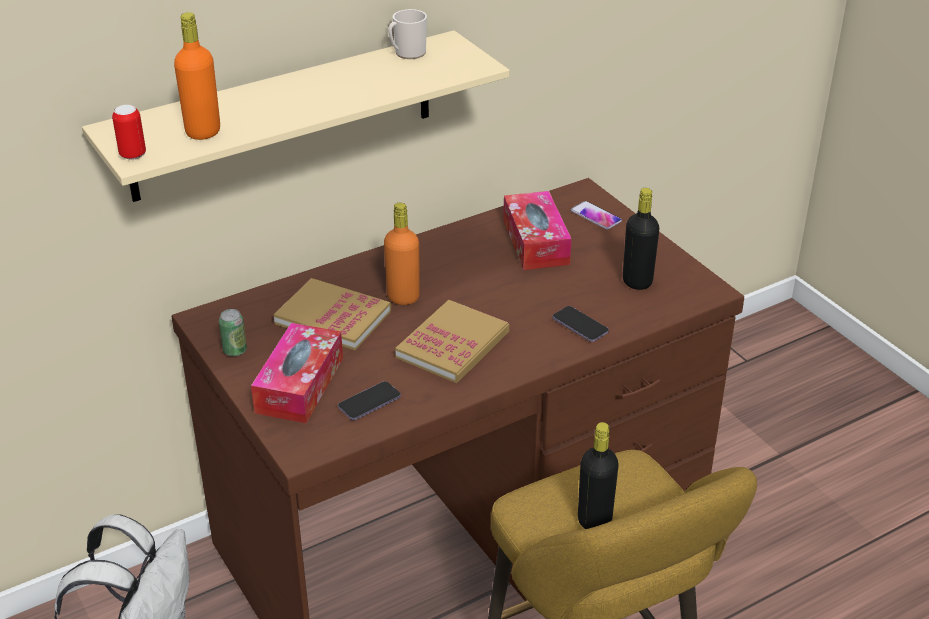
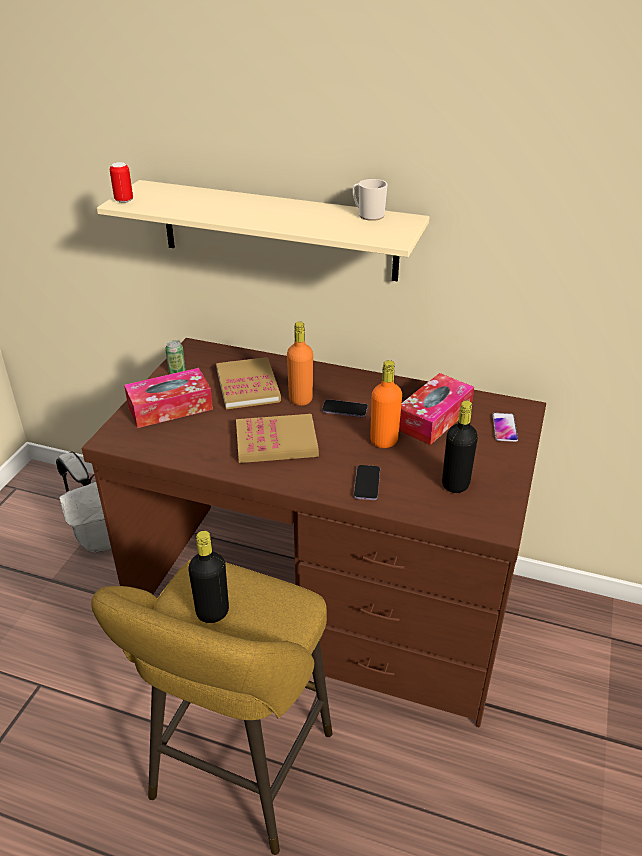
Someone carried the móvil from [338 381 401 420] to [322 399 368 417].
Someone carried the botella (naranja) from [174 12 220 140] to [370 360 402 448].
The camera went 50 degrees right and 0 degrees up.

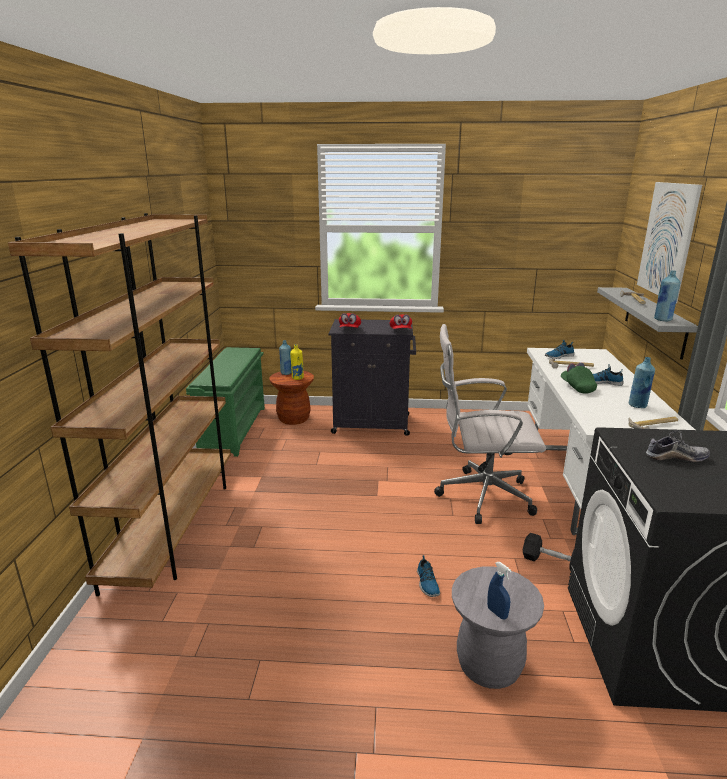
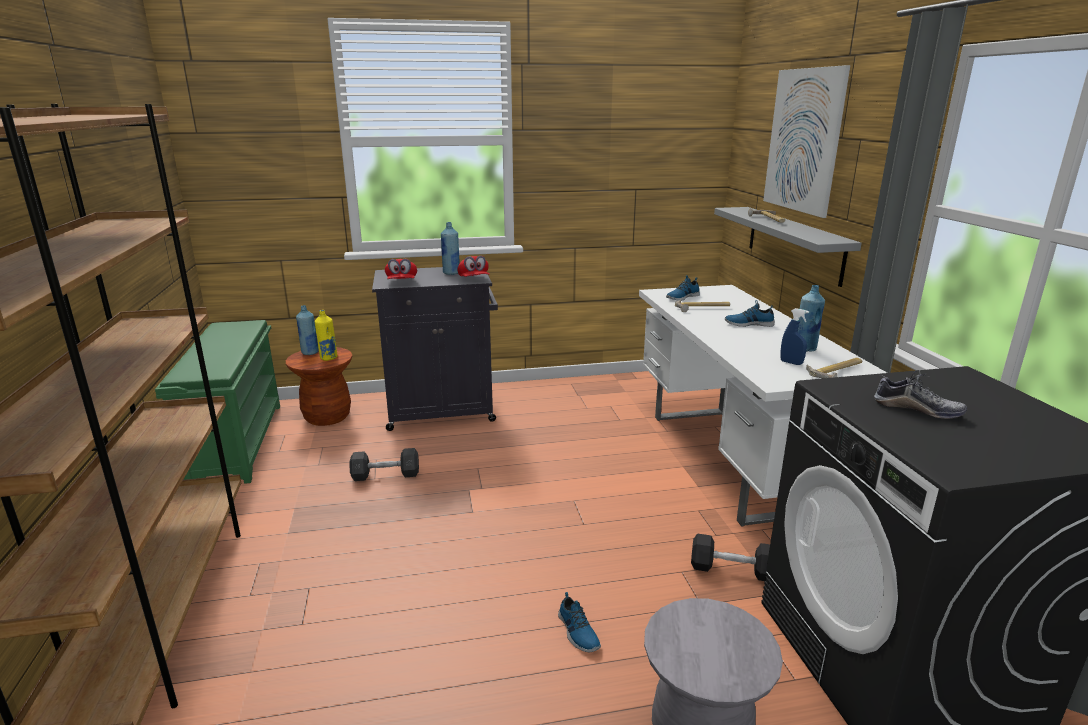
Someone put down the mancuerna (gris) at [349 448 419 481].
Someone carried the botella (azul) from [654 270 680 322] to [441 222 460 275].
Someone carried the pulverizador (azul) from [487 562 512 619] to [780 308 809 365].
Someone rotated the zapato at [646 430 710 462] by 45 degrees clockwise.
Someone took away the silla de oficina (blanco) at [434 324 546 524].
Someone took away the gorra (verde) at [561 362 597 394].
The camera went 15 degrees left and 0 degrees up.

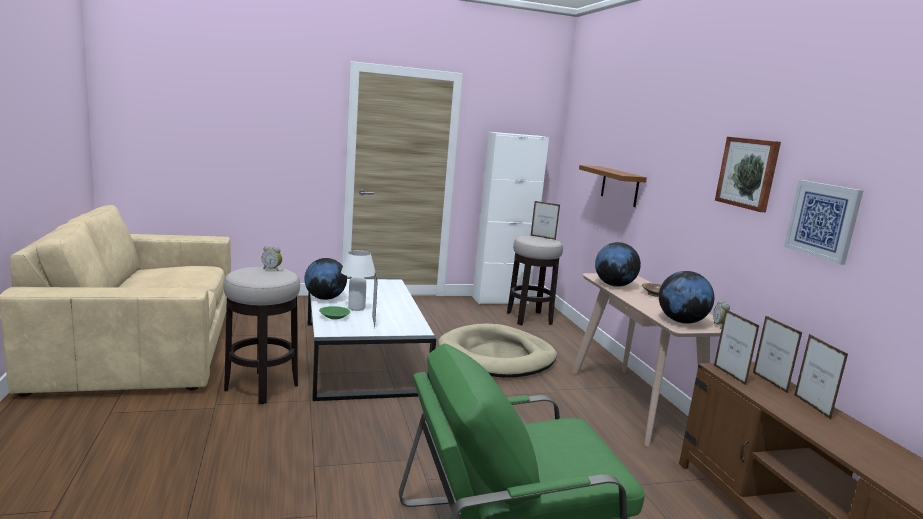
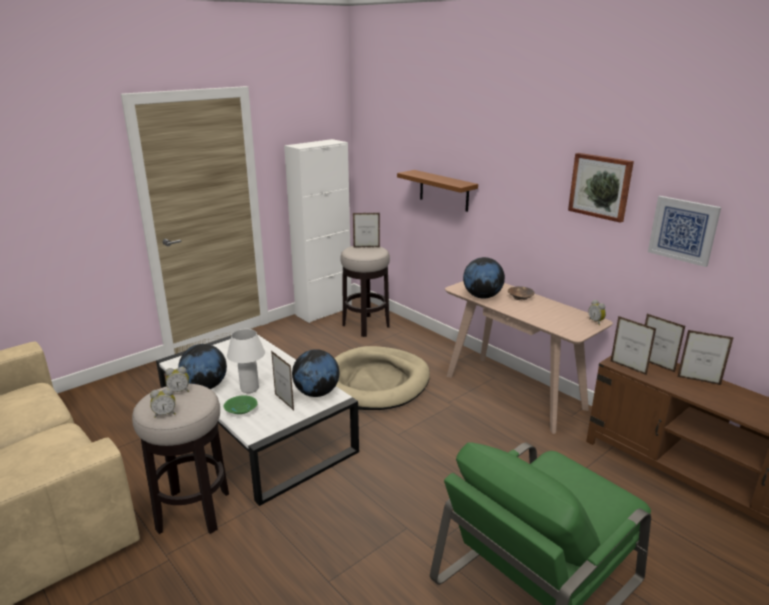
Someone put down the despertador at [150 388 175 418].
Someone carried the globo terráqueo from [659 271 714 324] to [292 349 339 397].
Someone rotated the portarretratos at [794 334 848 419] by 150 degrees clockwise.
The camera went 25 degrees left and 10 degrees up.

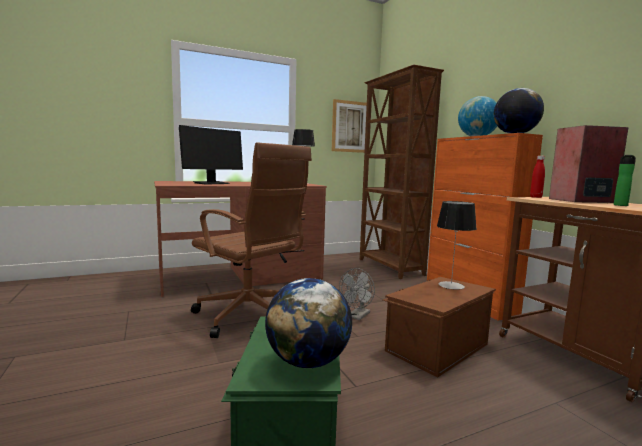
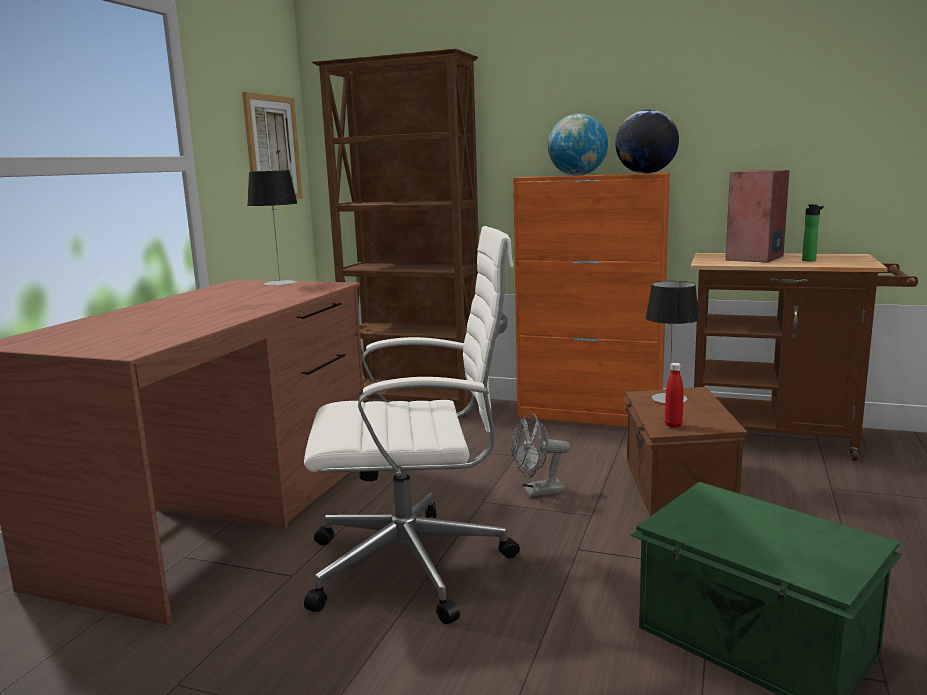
Someone repainted the silla de oficina (marrón) at [191 142 312 338], which became the silla de oficina (blanco) at [304 226 520 624].
Someone rotated the ventilador (gris) at [339 268 375 320] by 90 degrees clockwise.
Someone carried the botella (rojo) from [530 156 545 198] to [665 363 684 428].
Someone took away the monitor at [179 125 243 185].
Someone took away the globo terráqueo at [265 278 352 368].
The camera went 45 degrees left and 5 degrees up.

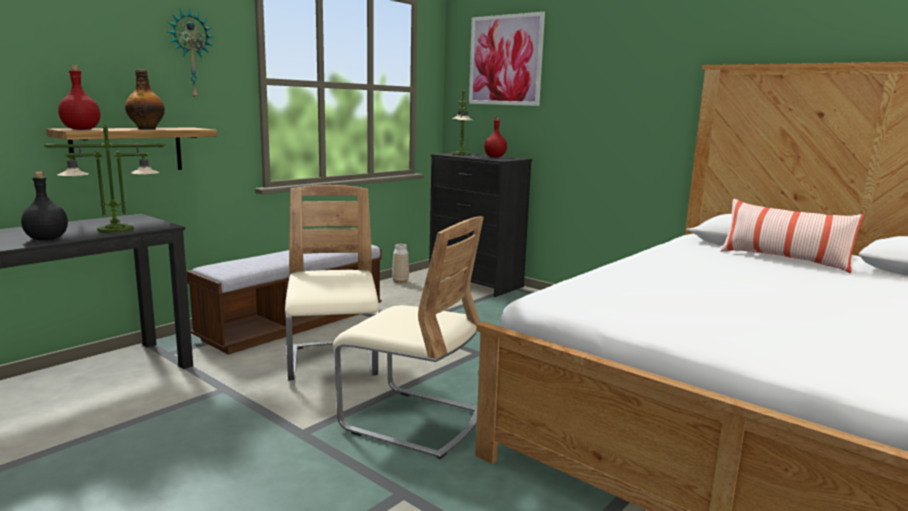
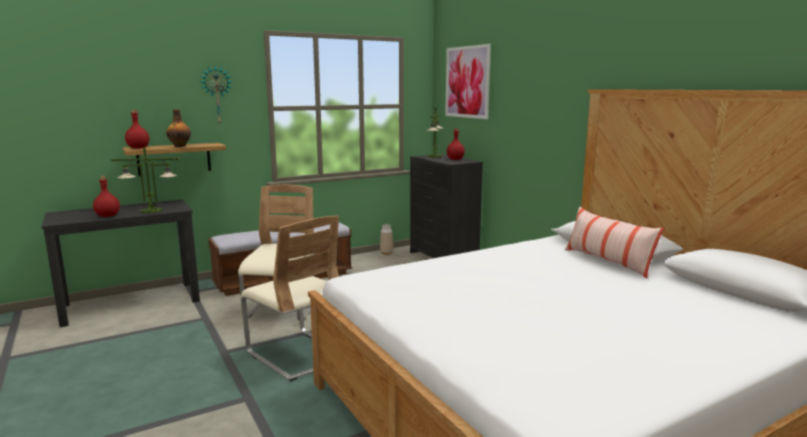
Someone repainted the botella (negro) at [21 172 68 240], which became the botella (rojo) at [93 176 120 217].
The camera went 20 degrees right and 0 degrees up.

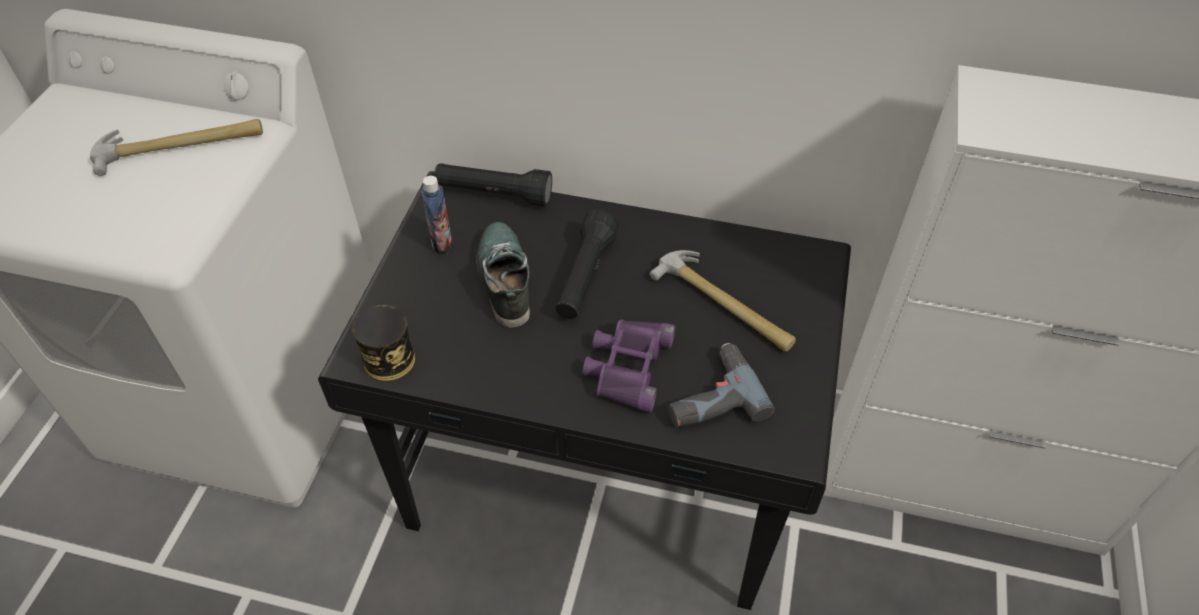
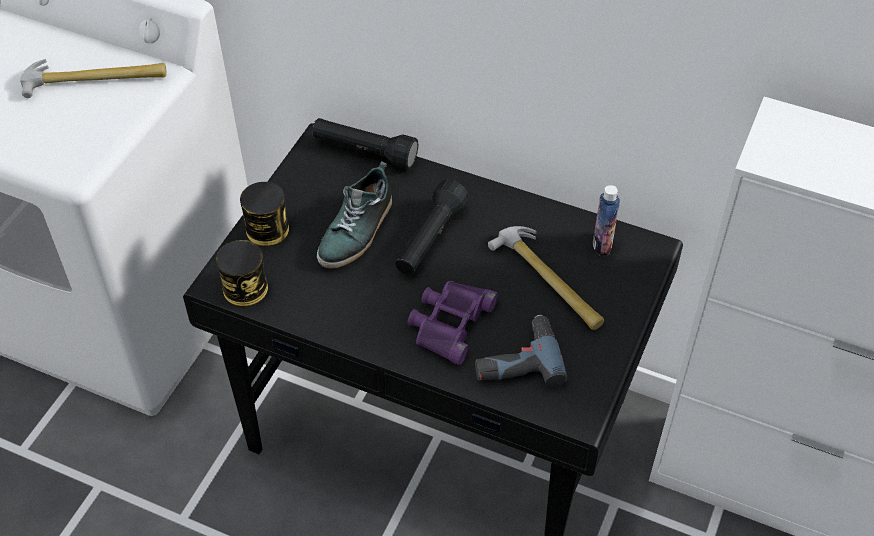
Someone put down the lata at [240 182 289 246].
Someone rotated the zapato at [476 222 530 328] by 150 degrees counterclockwise.
Someone carried the botella from [422 176 452 254] to [593 185 620 255].
The camera went 10 degrees right and 0 degrees up.

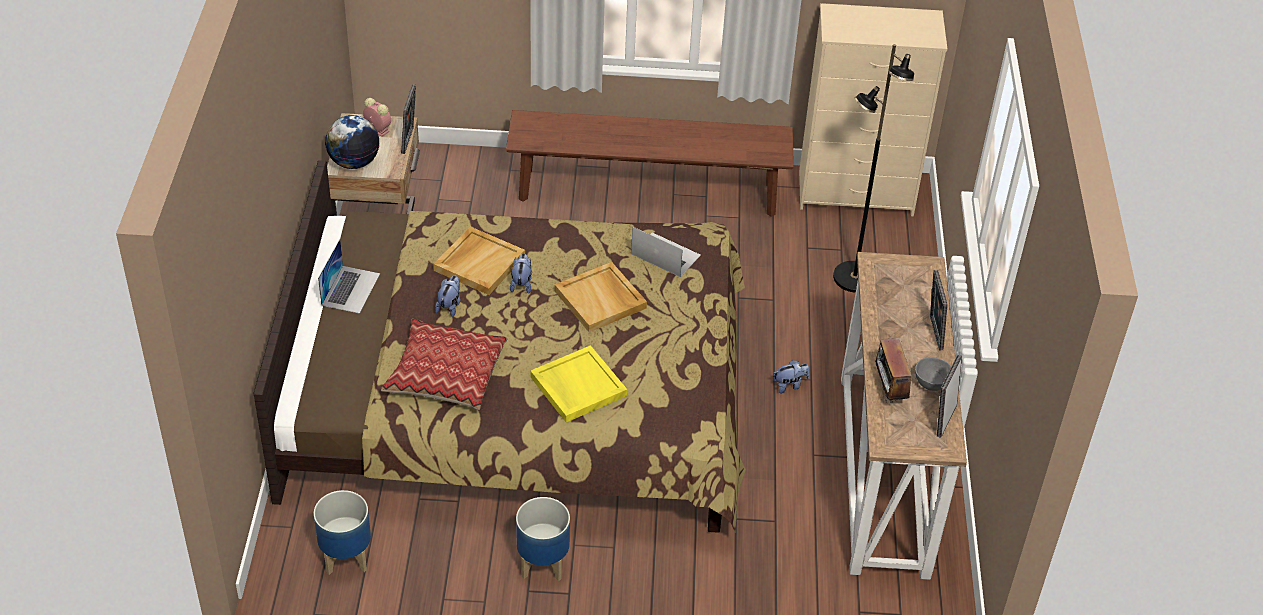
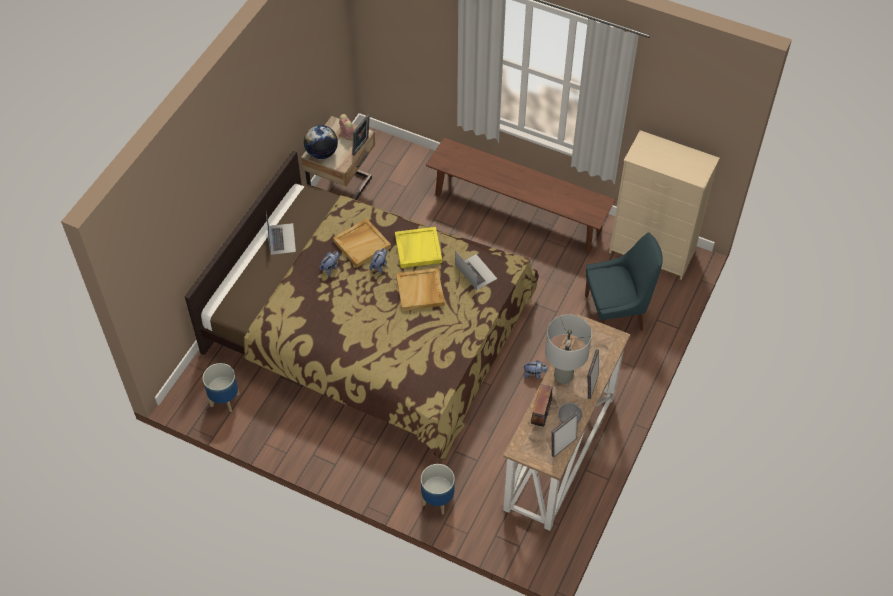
Someone rotated the portátil at [318 239 380 314] by 45 degrees counterclockwise.
Someone carried the bandeja (amarillo) from [530 345 627 423] to [395 227 442 268].
Someone carried the maceta from [516 497 570 581] to [421 464 455 515].
Someone put down the lámpara de mesa (gris) at [545 314 592 384].
Someone swapped the lámpara de pie (negro) at [833 44 914 293] for the silla (azul) at [585 233 662 331].
Someone took away the cojín at [381 319 508 410].
The camera went 25 degrees right and 10 degrees up.

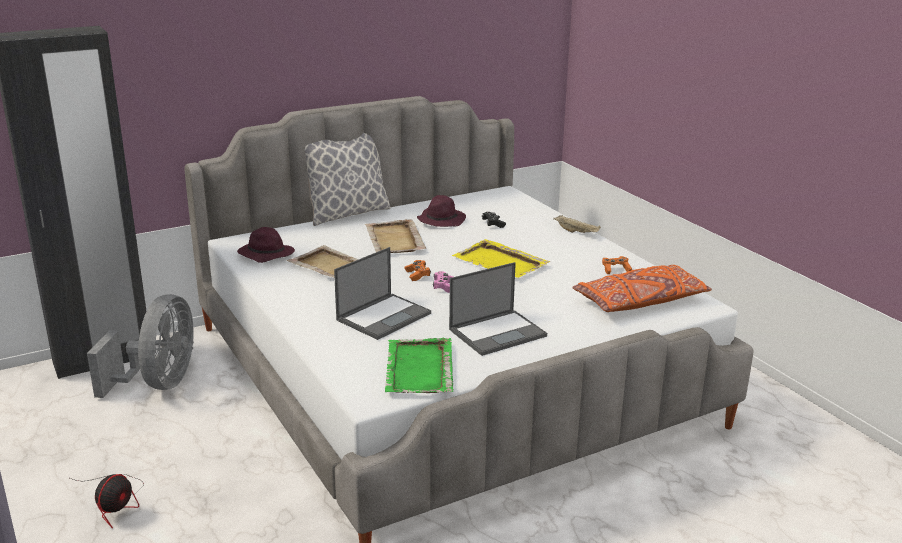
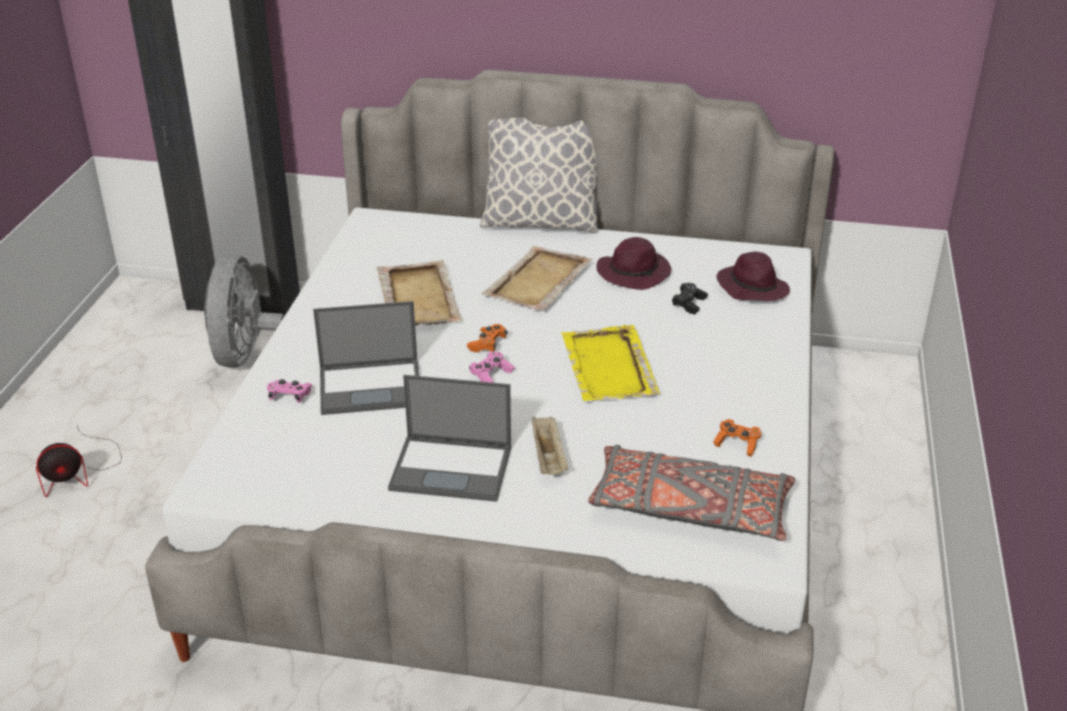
Someone rotated the ventilador (gris) at [87 294 194 398] by 135 degrees clockwise.
Someone put down the mando de consola (rosa) at [267 379 312 403].
Someone carried the bandeja (beis) from [553 215 601 233] to [532 416 568 475].
Someone repainted the cojín (naranja) at [572 265 712 312], which became the cojín (gris) at [588 445 795 541].
Someone carried the sombrero (morado) from [237 227 295 263] to [716 252 790 301].
Someone took away the bandeja (verde) at [385 338 453 393].
The camera went 40 degrees right and 10 degrees up.

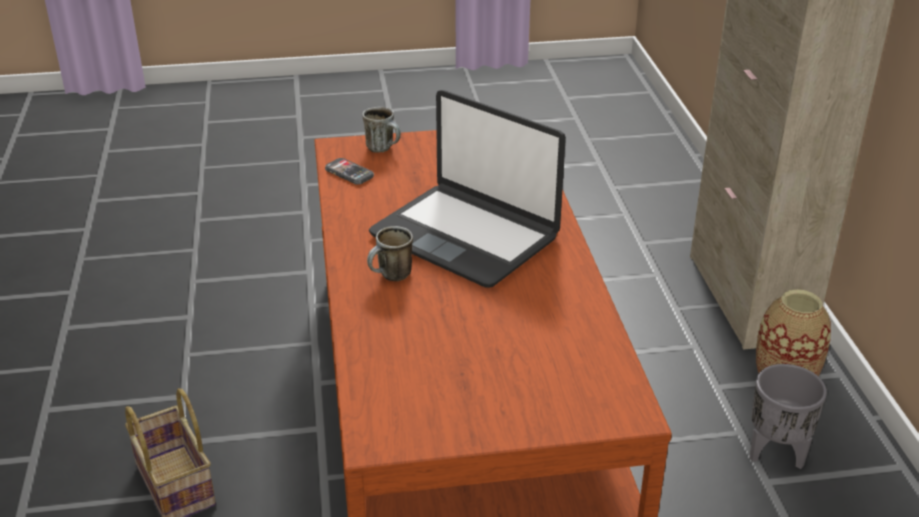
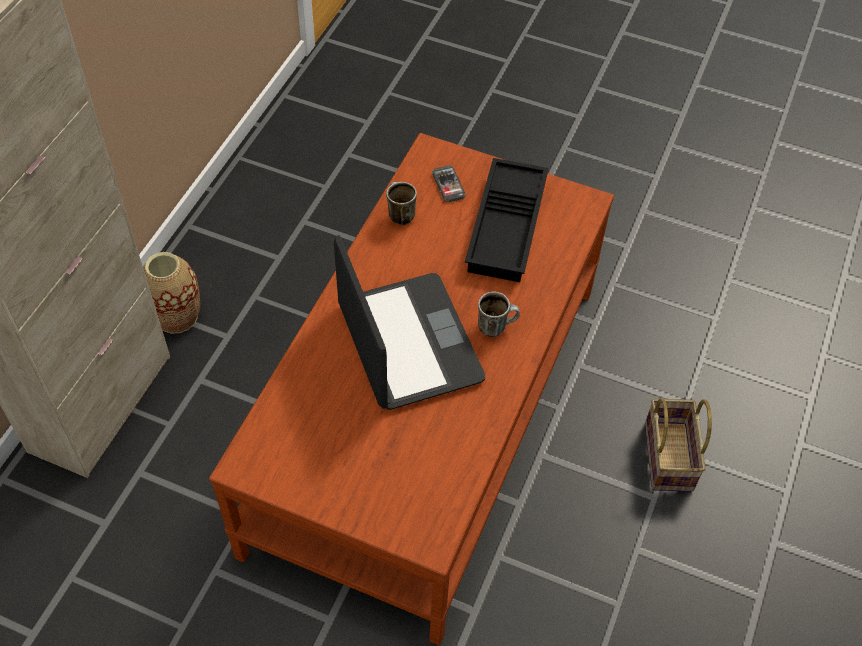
Someone carried the taza grande from [362 107 401 153] to [386 182 417 225].
Someone carried the móvil from [325 158 374 185] to [432 165 466 202].
Someone put down the bandeja (negro) at [465 158 549 282].
Someone took away the maceta (gris) at [749 364 827 469].
The camera went 150 degrees left and 20 degrees up.

